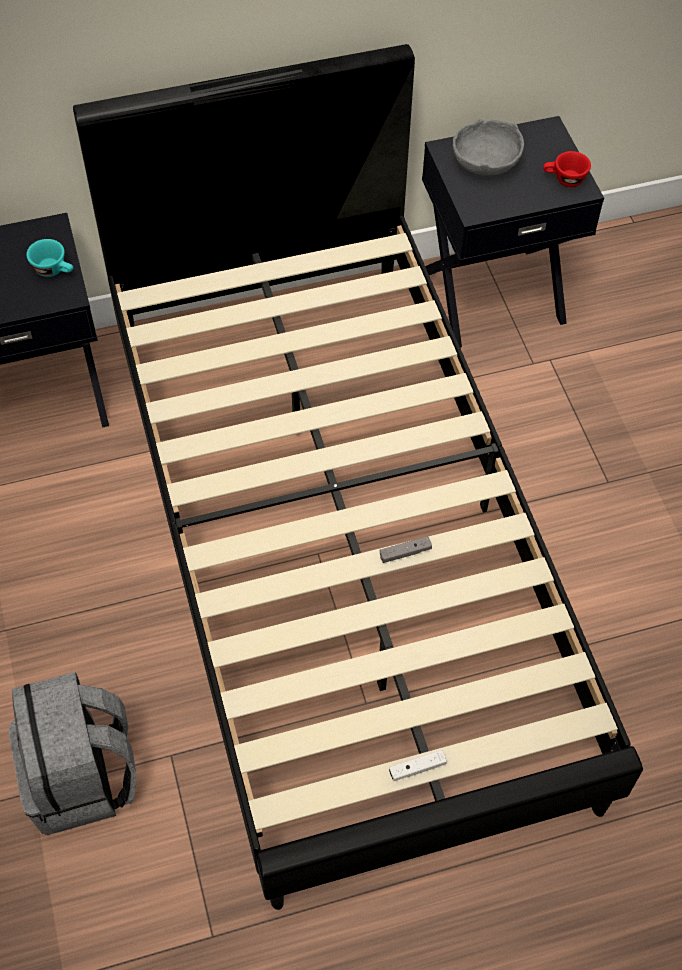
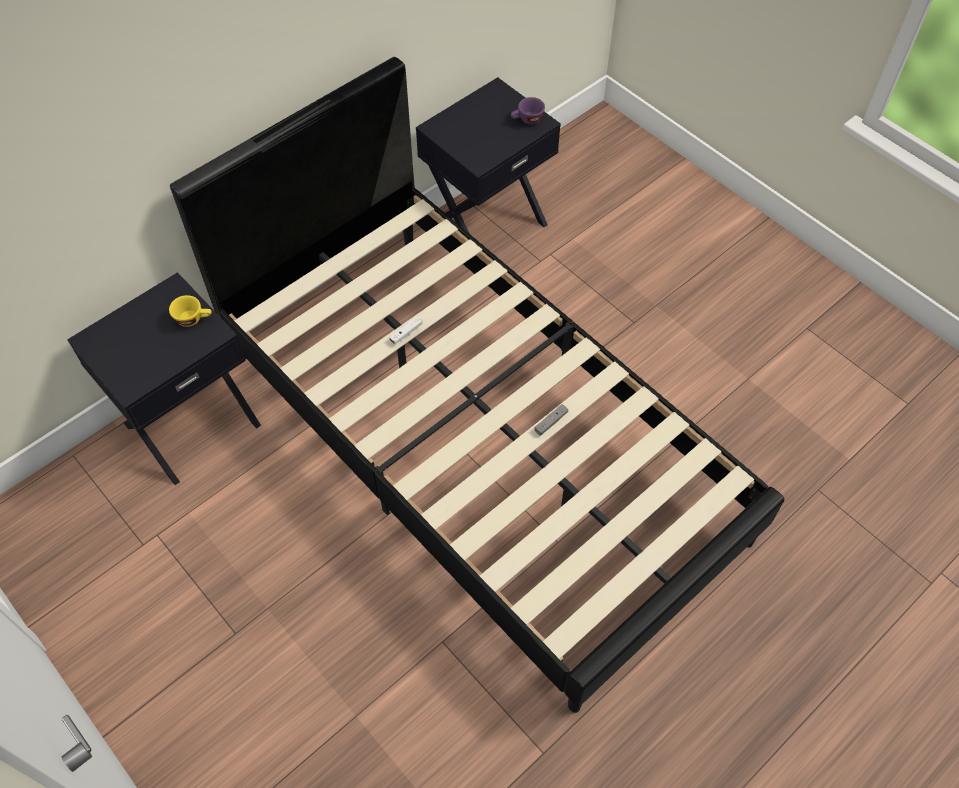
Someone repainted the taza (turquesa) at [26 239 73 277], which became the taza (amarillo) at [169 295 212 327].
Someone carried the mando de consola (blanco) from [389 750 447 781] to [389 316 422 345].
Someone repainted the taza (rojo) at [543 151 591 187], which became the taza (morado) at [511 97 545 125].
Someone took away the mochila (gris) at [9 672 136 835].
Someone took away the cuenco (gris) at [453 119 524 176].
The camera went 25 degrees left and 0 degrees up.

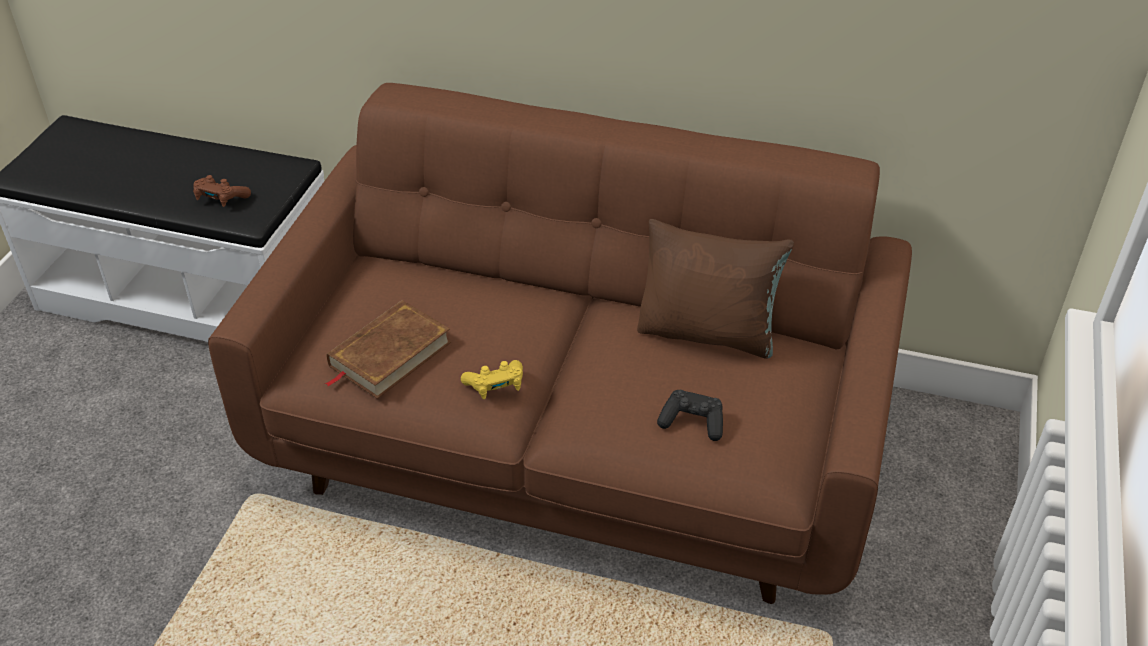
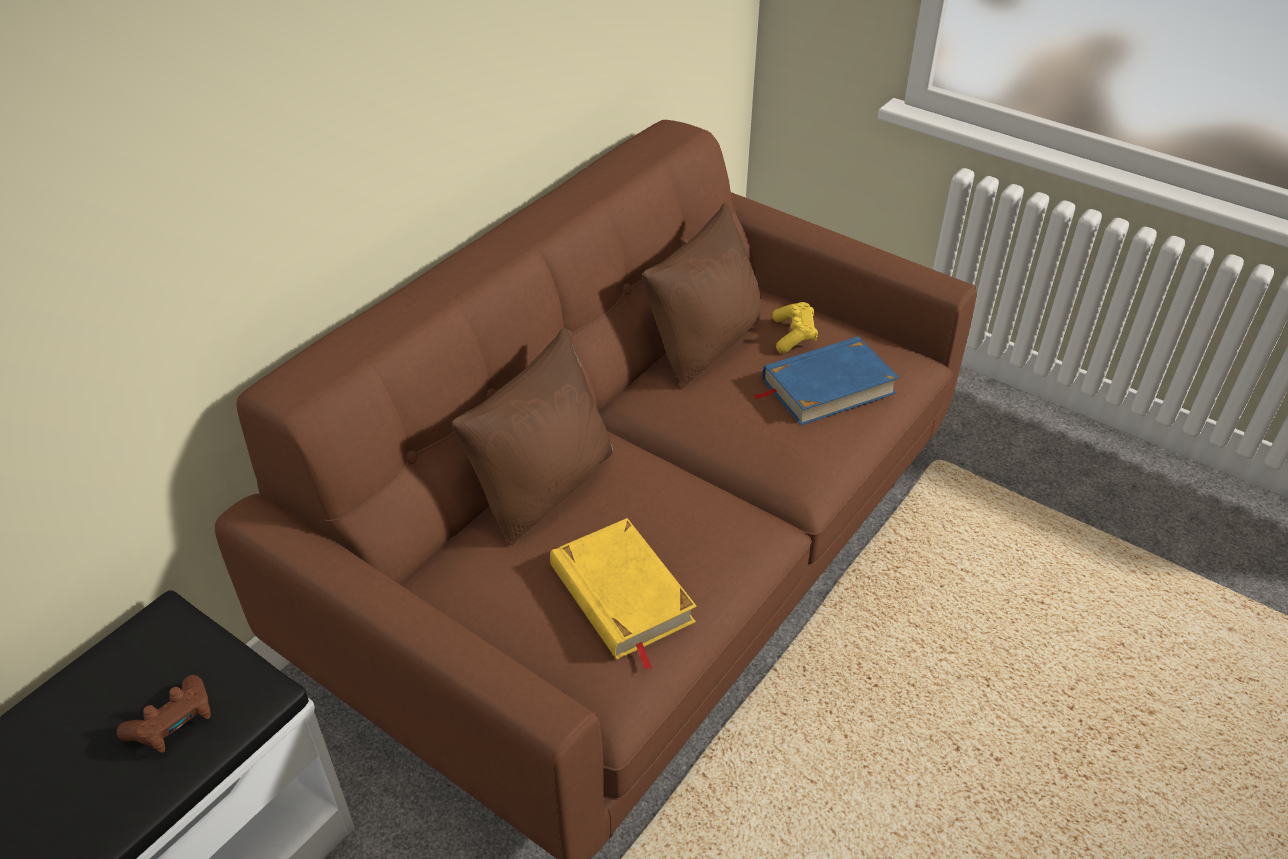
Someone put down the cojín (marrón) at [451 328 613 545].
Someone repainted the libro (marrón) at [325 300 451 399], which became the libro (amarillo) at [550 518 697 670].
Someone swapped the mando de consola (negro) at [657 390 723 441] for the libro (azul) at [753 336 900 425].
Someone carried the mando de consola (amarillo) from [461 360 523 399] to [772 302 818 353].
The camera went 70 degrees left and 0 degrees up.

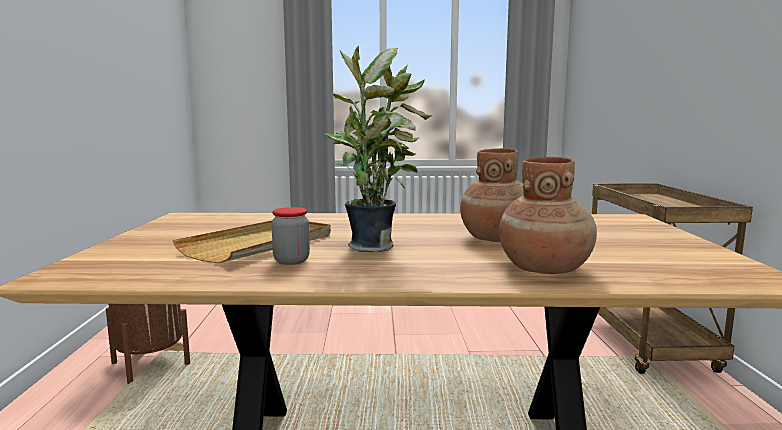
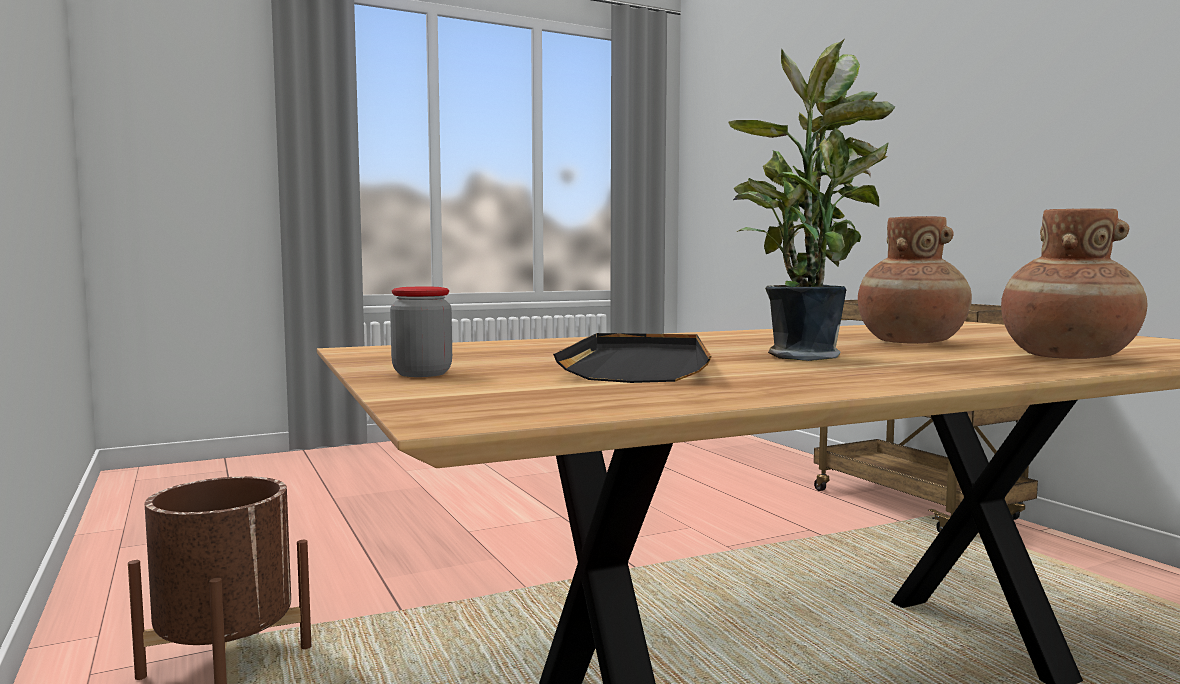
Someone carried the tarro from [271 207 310 265] to [390 287 452 377].
Someone repainted the bandeja (beis) at [173 220 331 264], which became the bandeja (negro) at [553 333 712 383].
The camera went 25 degrees left and 5 degrees down.

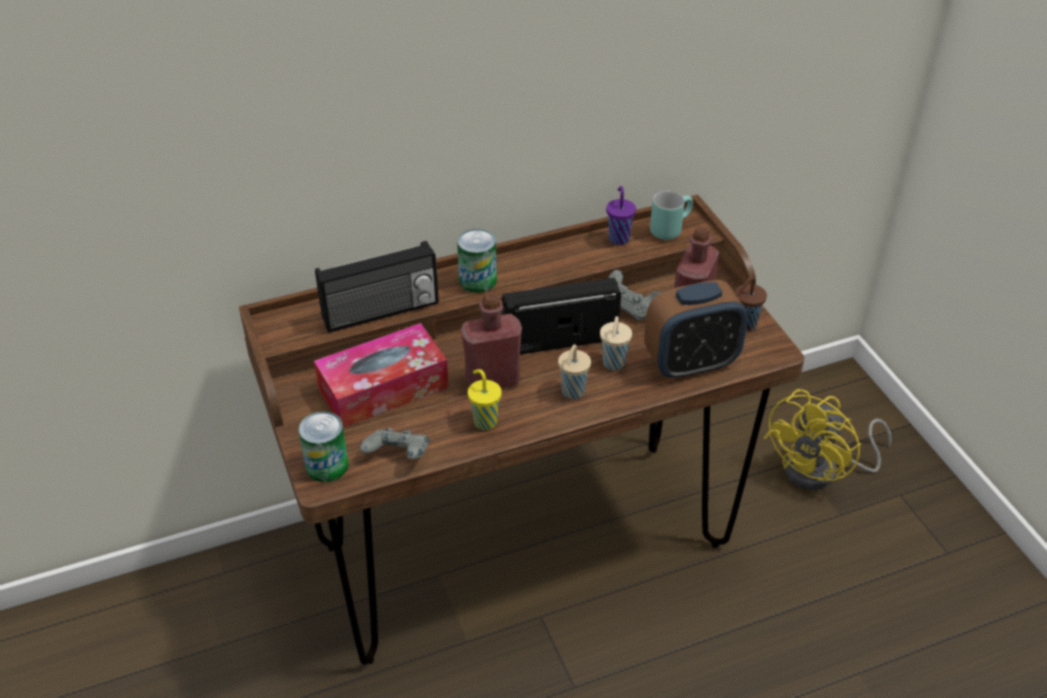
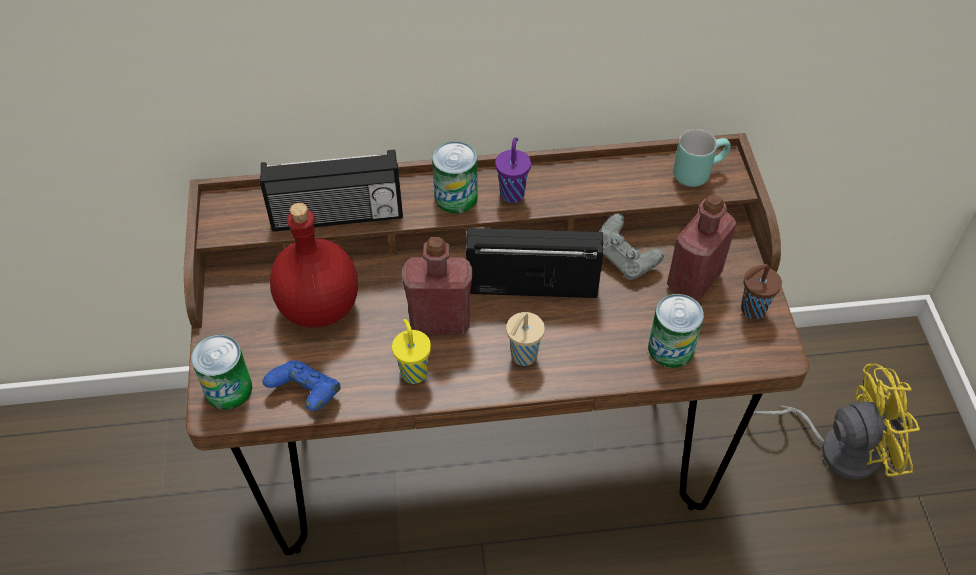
Someone repainted the mando de consola (gris) at [360 428 429 459], which became the mando de consola (azul) at [262 360 340 411].
Someone swapped the caja de pañuelos at [314 323 449 428] for the botella (rojo) at [270 203 358 328].
Someone carried the taza (morado) from [606 186 636 245] to [495 138 531 203].
Someone swapped the despertador at [644 280 748 380] for the lata at [648 294 704 368].
Someone rotated the ventilador (amarillo) at [763 389 892 490] by 150 degrees counterclockwise.
Someone took away the taza (beis) at [600 316 632 370].
The camera went 15 degrees right and 10 degrees up.

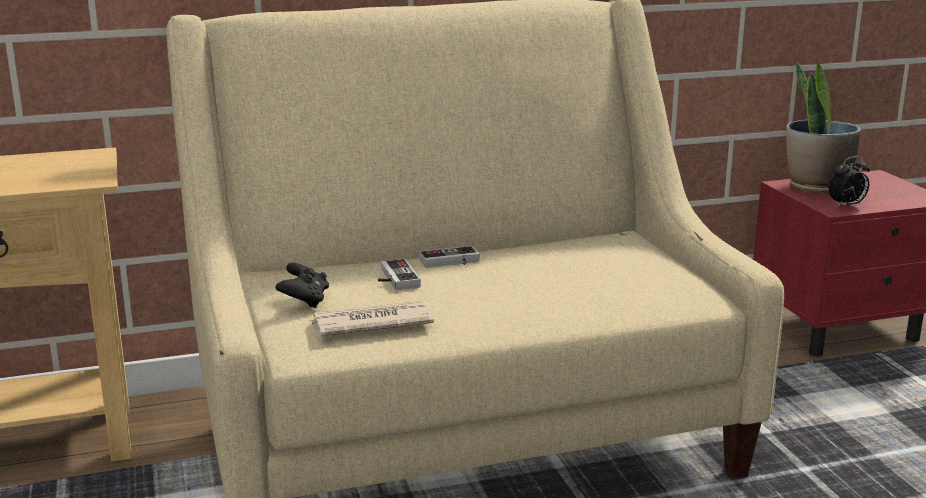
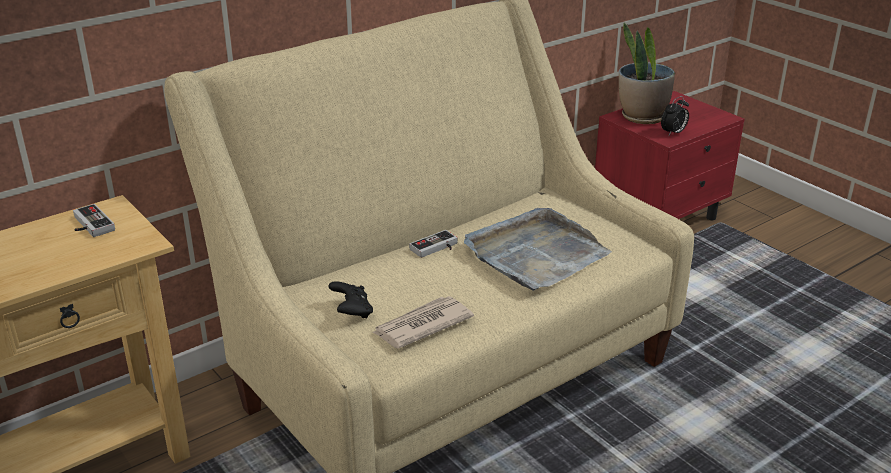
Someone carried the mando de consola from [378 259 421 290] to [73 204 115 237].
Someone put down the bandeja (gris) at [464 208 612 291].
The camera went 20 degrees left and 10 degrees up.

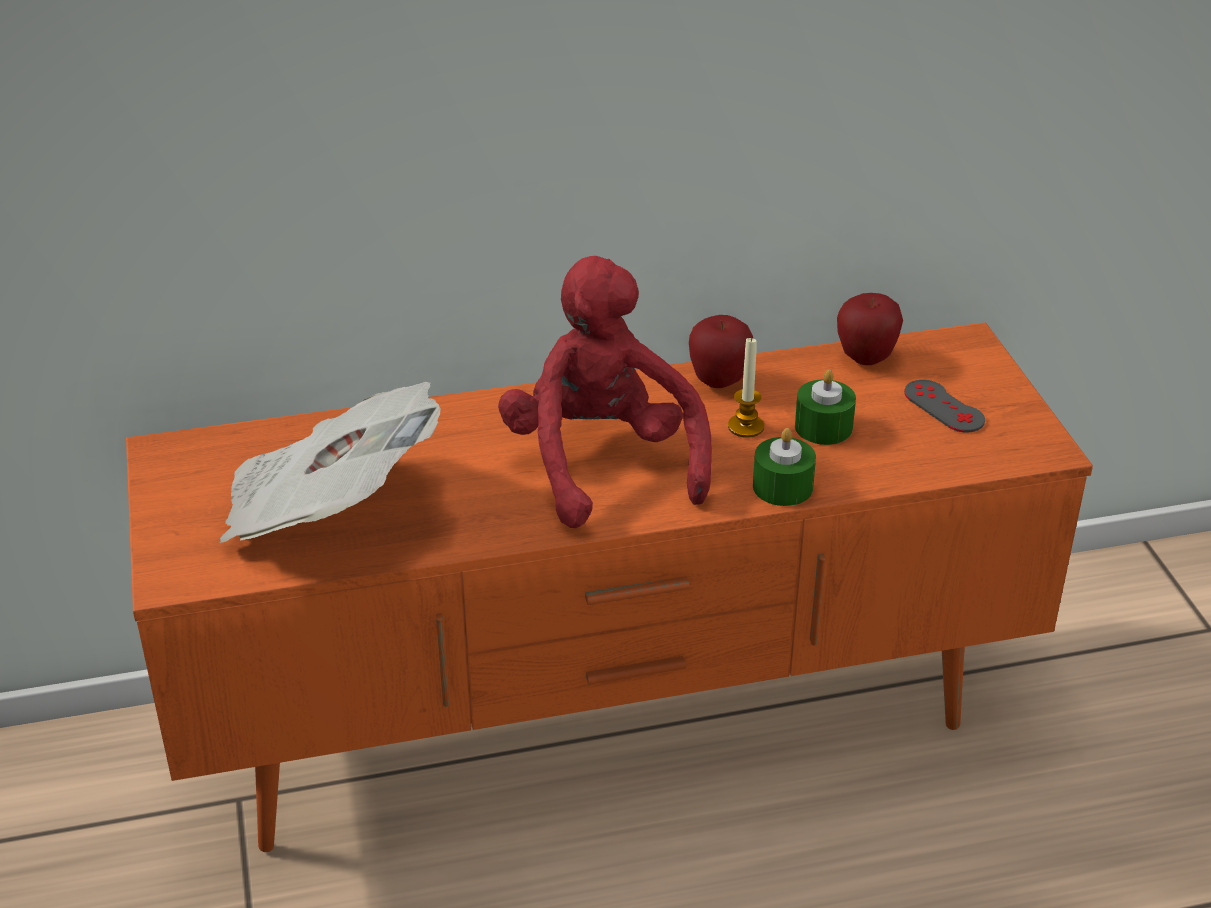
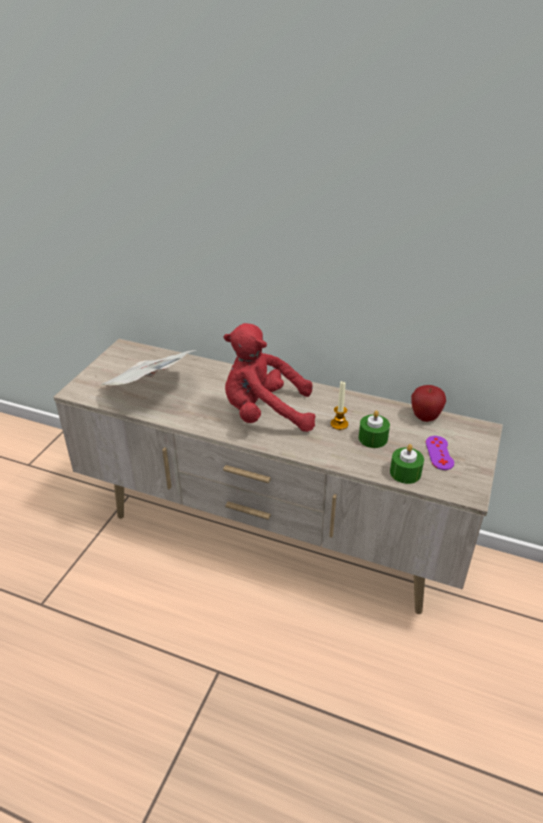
Someone repainted the mueble de televisión (naranja) at [126 322 1093 852], which became the mueble de televisión (beis) at [54 339 503 614].
Someone rotated the peluche (rojo) at [498 256 712 528] by 105 degrees counterclockwise.
Someone carried the vela (verde) from [753 428 816 506] to [390 444 424 484].
Someone repainted the mando de consola (gris) at [904 380 985 432], which became the mando de consola (morado) at [426 436 454 470].
Someone took away the manzana at [689 315 754 388].
The camera went 35 degrees right and 0 degrees up.

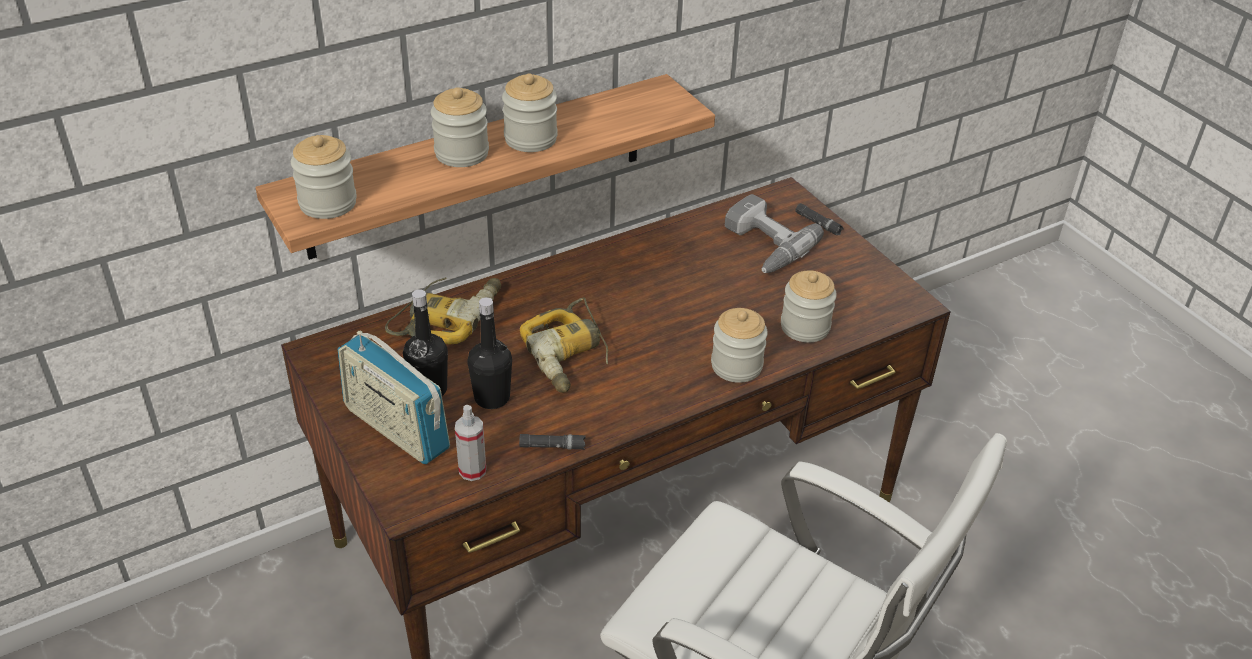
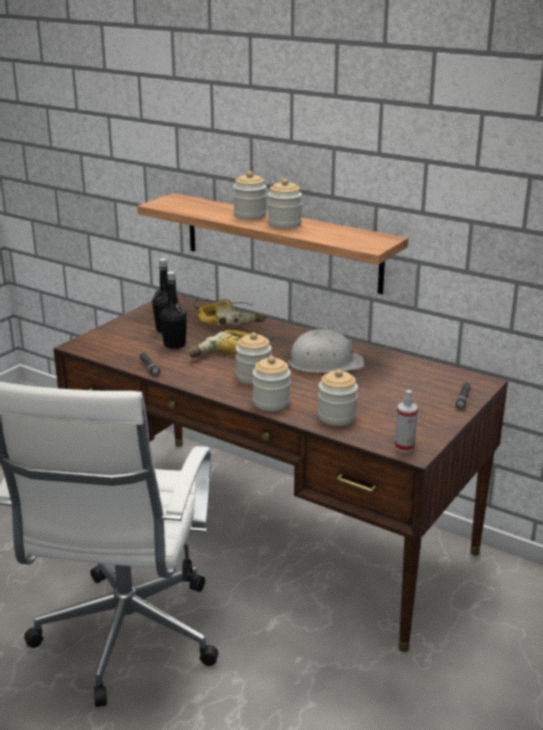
Someone carried the tarro from [291 135 357 219] to [236 332 272 384].
Someone put down the casco (blanco) at [283 329 364 373].
Someone carried the pulverizador from [455 405 486 481] to [395 390 418 452].
Someone took away the radio at [338 331 450 464].
Someone took away the taladro at [725 194 824 273].
The camera went 65 degrees right and 15 degrees down.

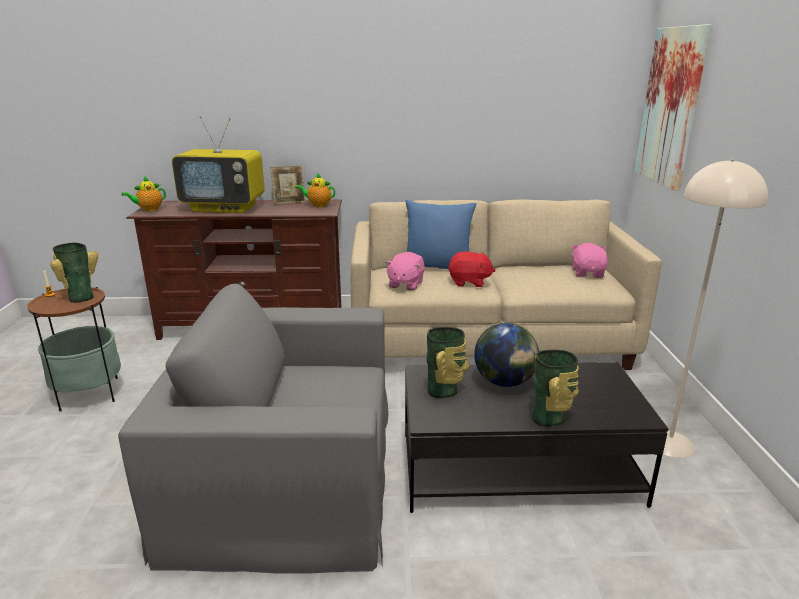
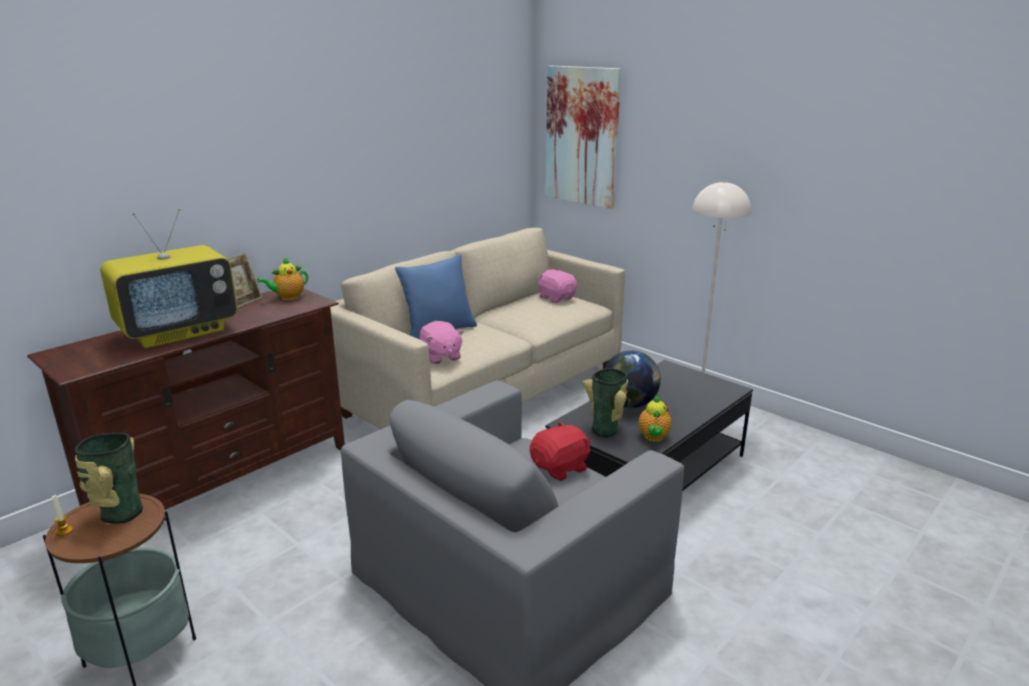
Someone carried the peluche (rojo) from [448 252 495 287] to [530 422 591 481].
Someone carried the tetera from [121 177 166 211] to [638 396 672 442].
Someone took away the florero at [532 350 579 427].
The camera went 45 degrees left and 0 degrees up.

